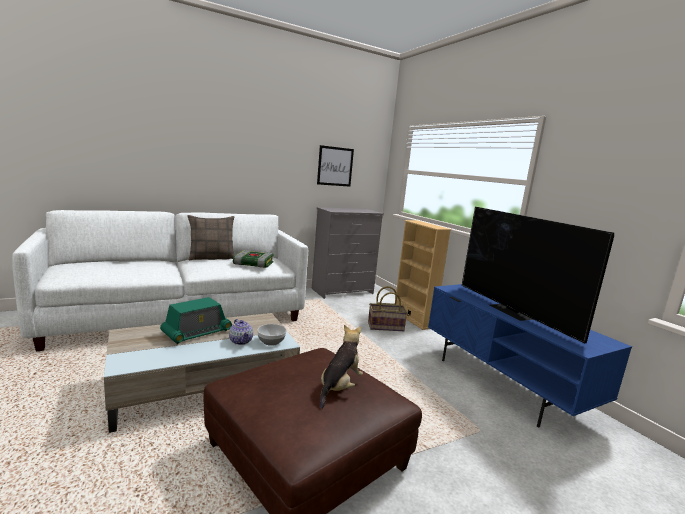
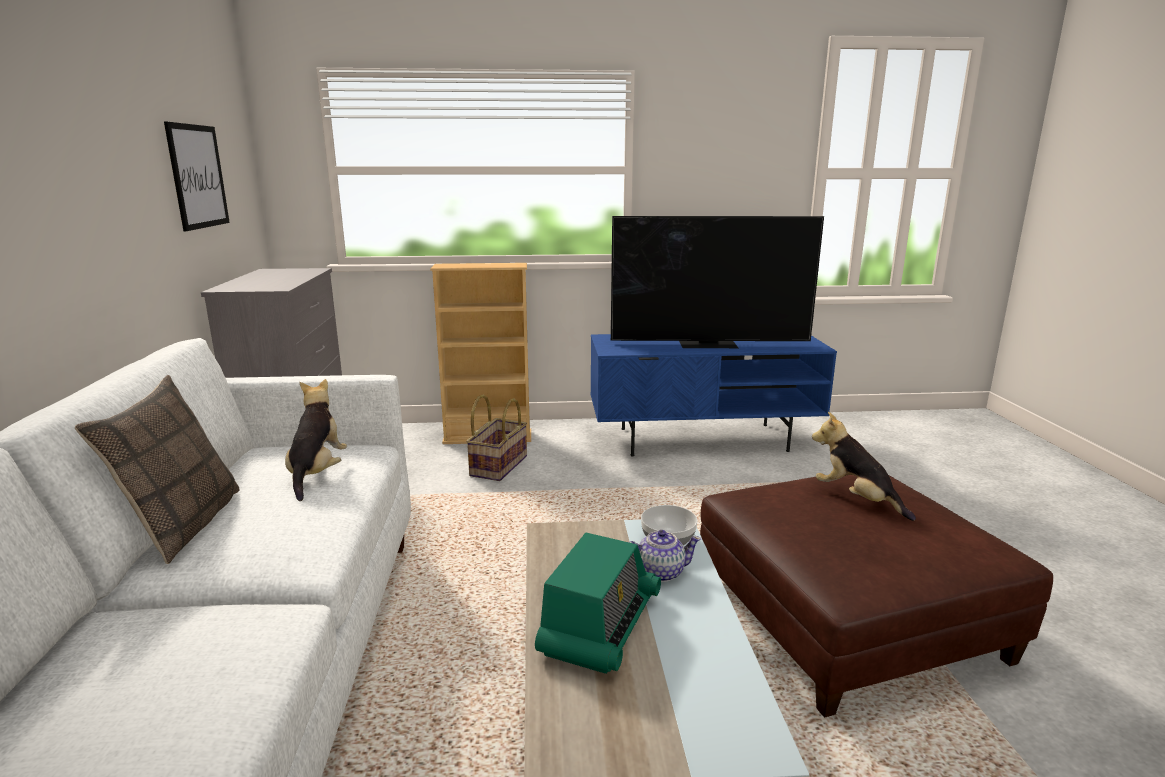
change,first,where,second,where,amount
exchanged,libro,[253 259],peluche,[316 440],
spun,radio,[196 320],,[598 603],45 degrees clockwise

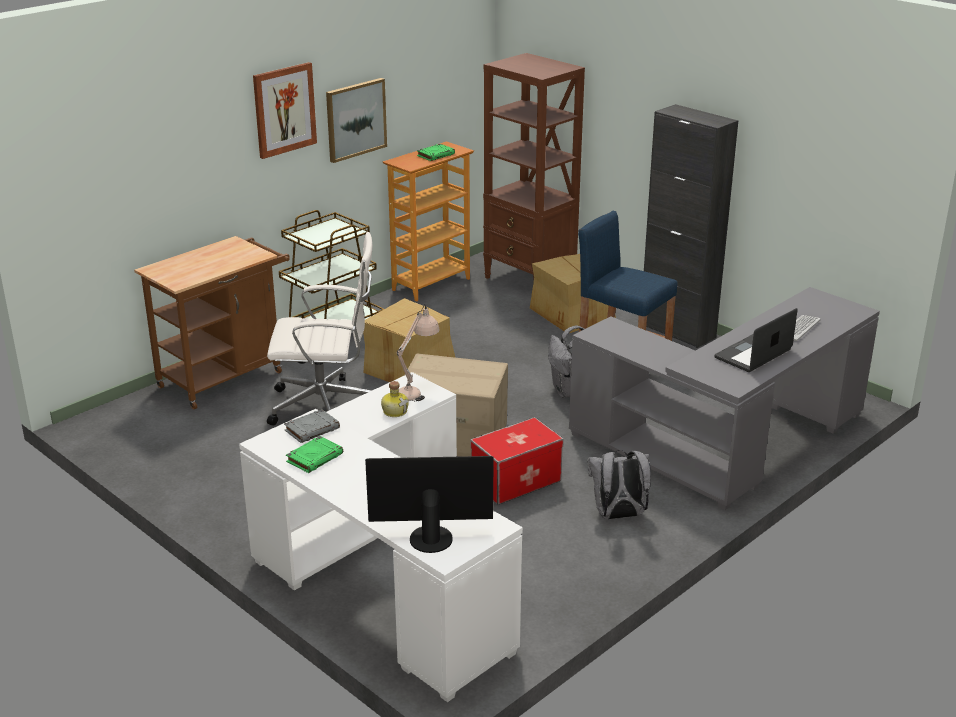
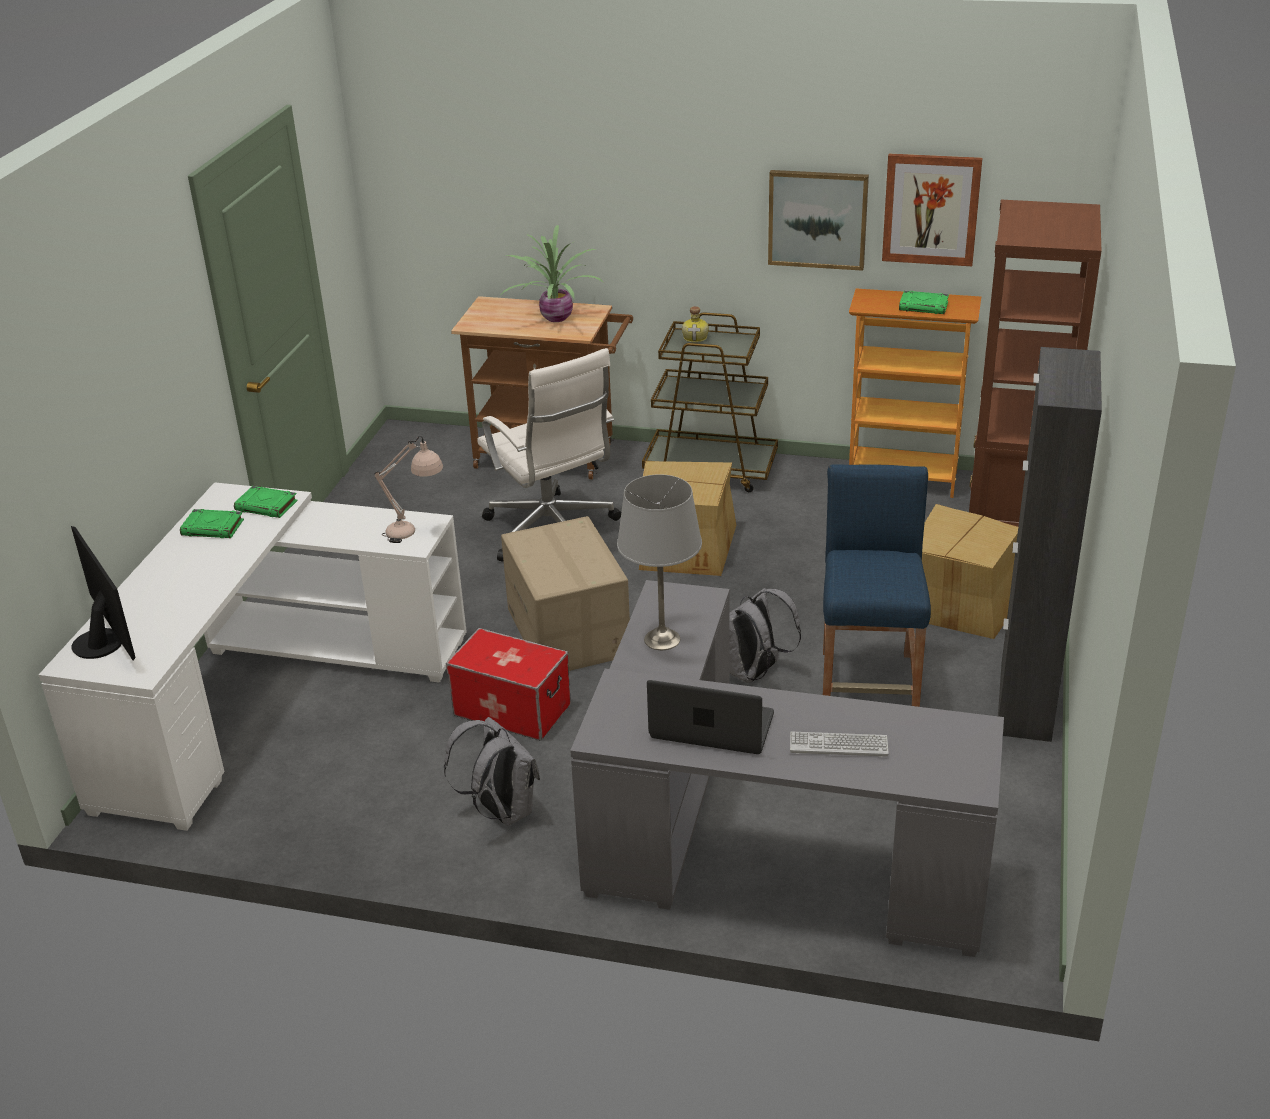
change,first,where,second,where,amount
colour,libro [gris],[312 426],libro [verde],[266 502],
appeared,,,planta en maceta,[552 273],
appeared,,,lámpara de mesa [gris],[659 562],
relocated,botella,[395 399],,[695 324],
relocated,cuadro,[285 110],,[932 210],

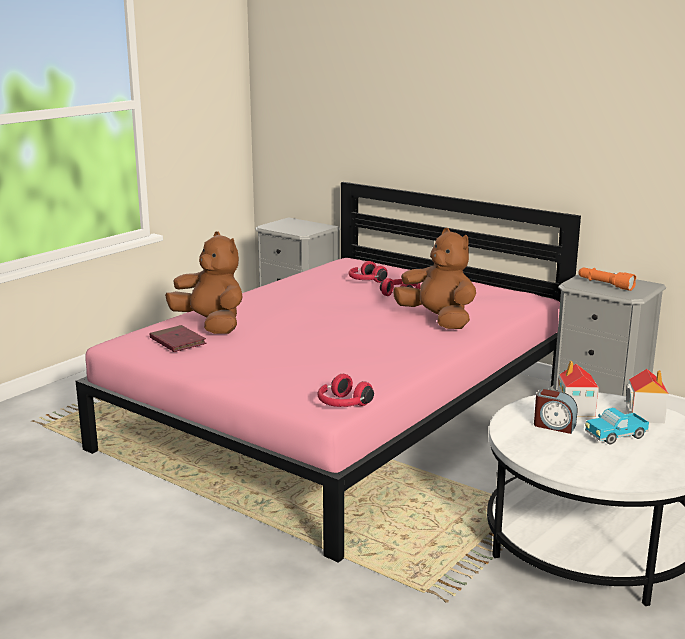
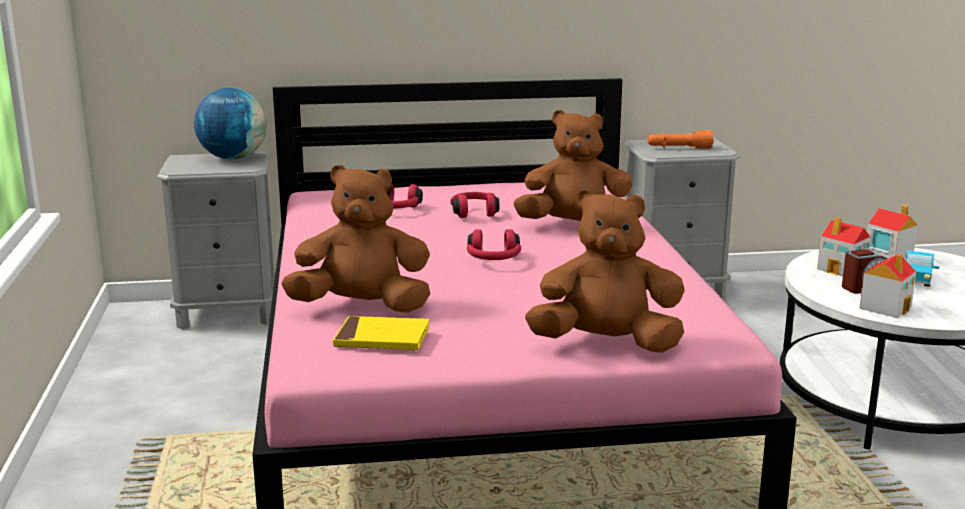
change,first,where,second,where,amount
appeared,,,globo terráqueo,[230 123],
colour,libro [rojo],[178 338],libro [amarillo],[381 333],
relocated,auriculares [rojo],[346 390],,[494 244],
appeared,,,peluche [marrón],[604 271],
appeared,,,casita,[887 286],

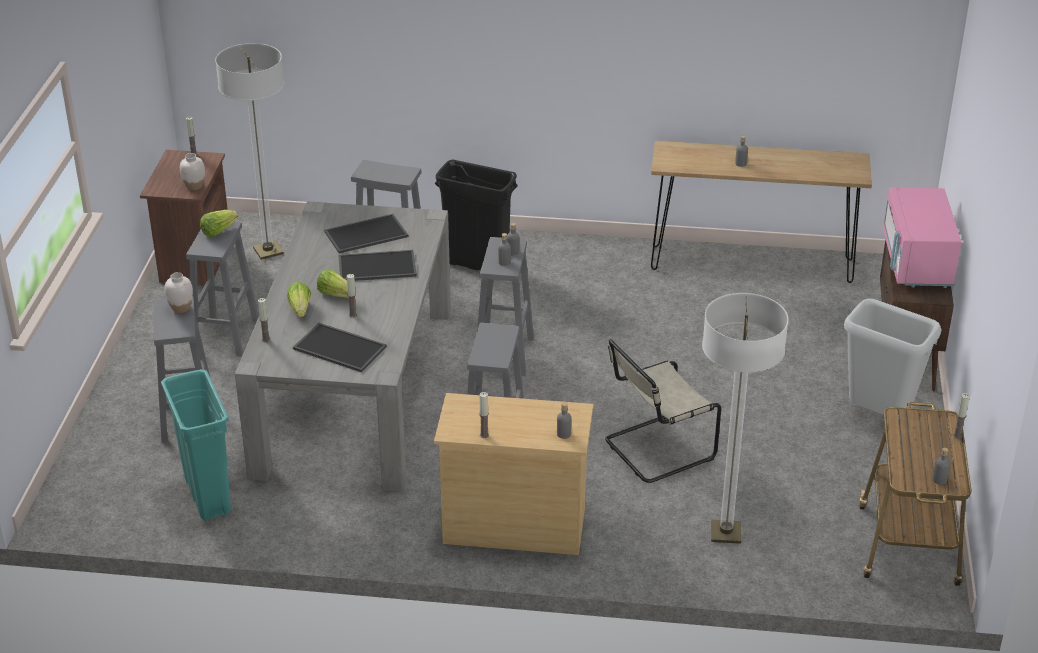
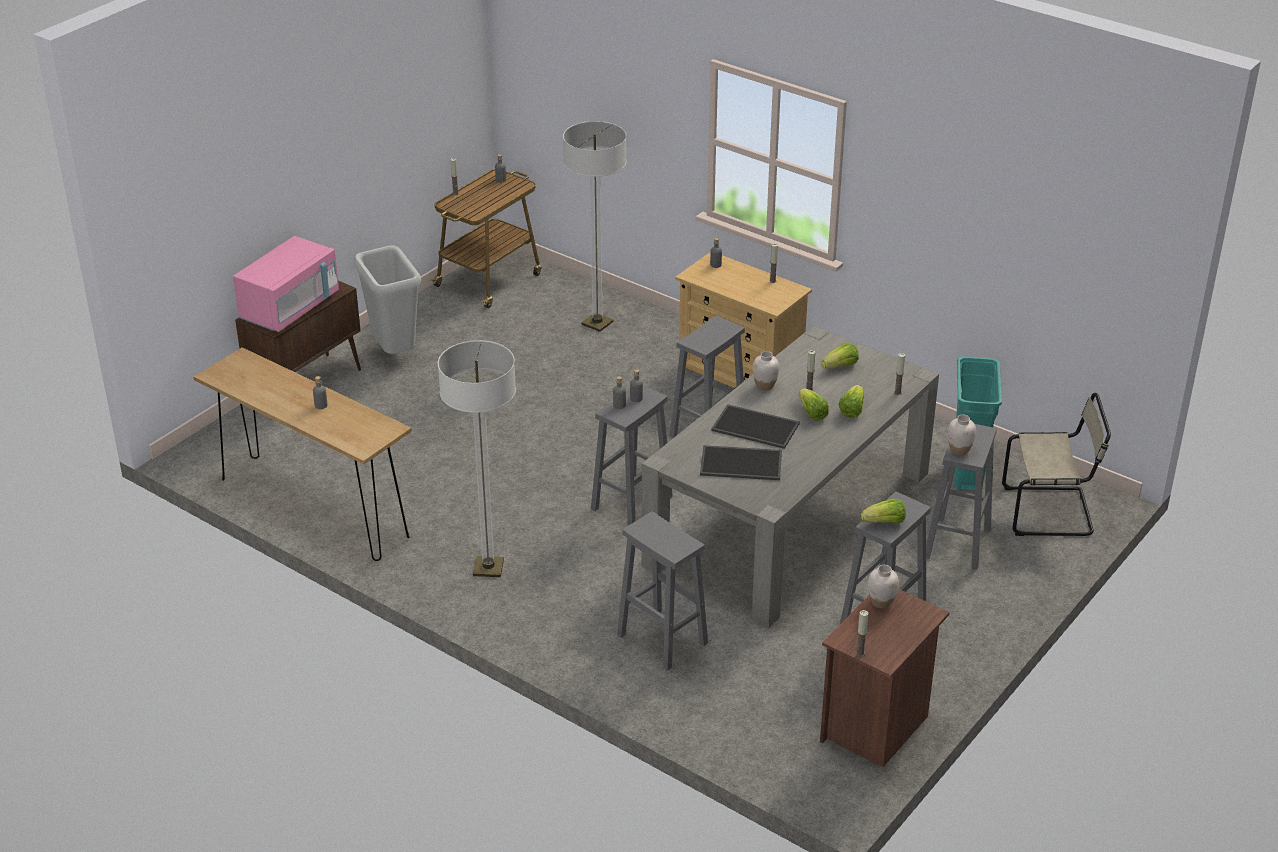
change,first,where,second,where,amount
relocated,lámpara de pie,[249 151],,[477 458],
appeared,,,florero [blanco],[766 370],
exchanged,bandeja,[340 347],lechuga,[840 356],
relocated,silla [beis],[663 411],,[1056 464],
missing,papelera [negro],[476 215],,,

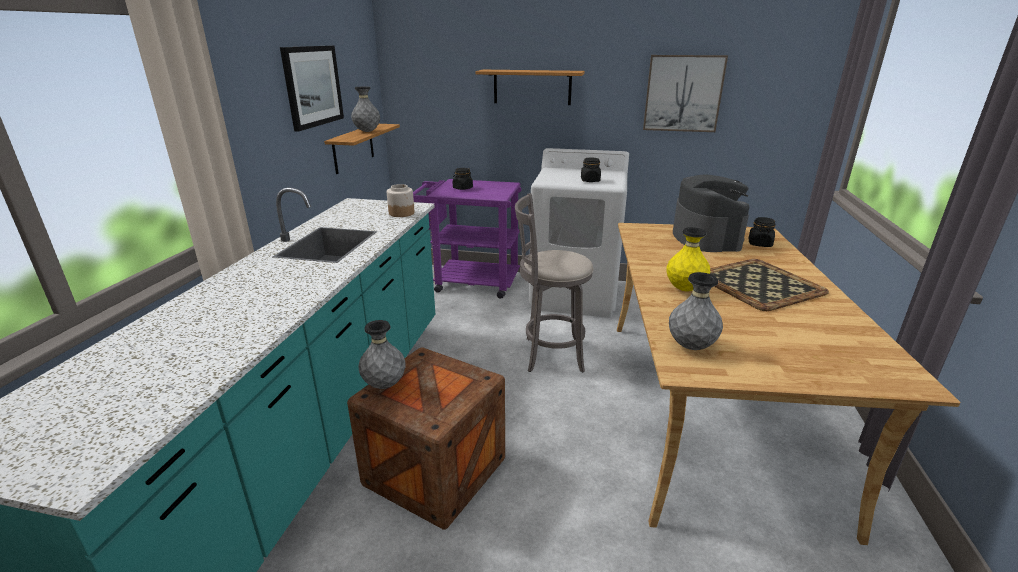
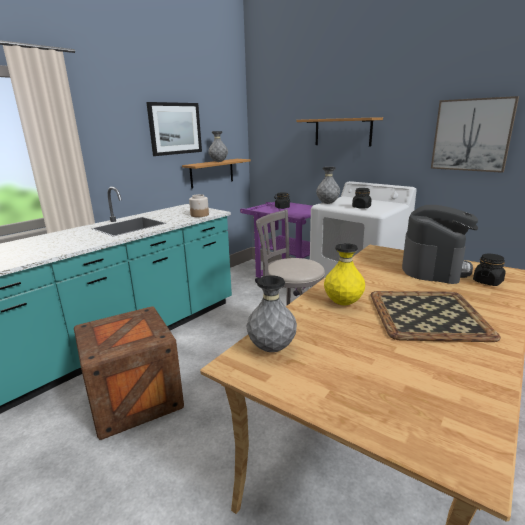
change,first,where,second,where,amount
relocated,florero [gris],[382 354],,[328 185],

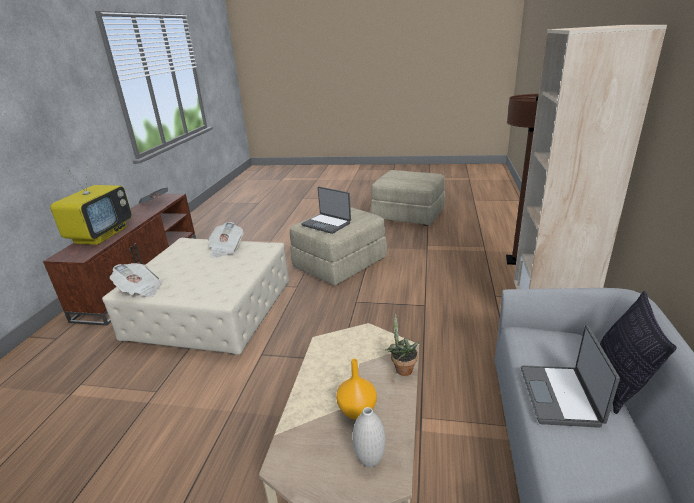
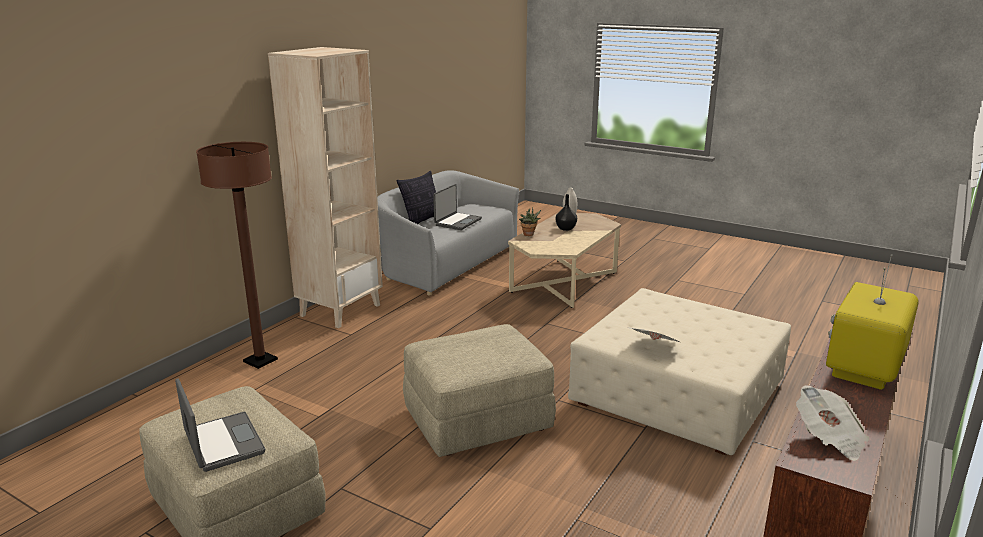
change,first,where,second,where,amount
relocated,portátil,[326 210],,[220 425],
colour,florero [naranja],[356 389],florero [negro],[566 212],
missing,periódico,[136 280],,,

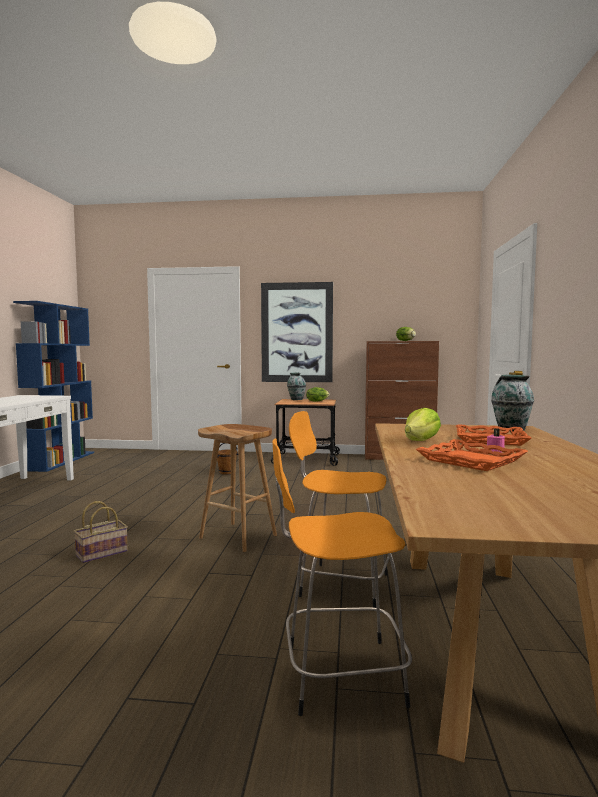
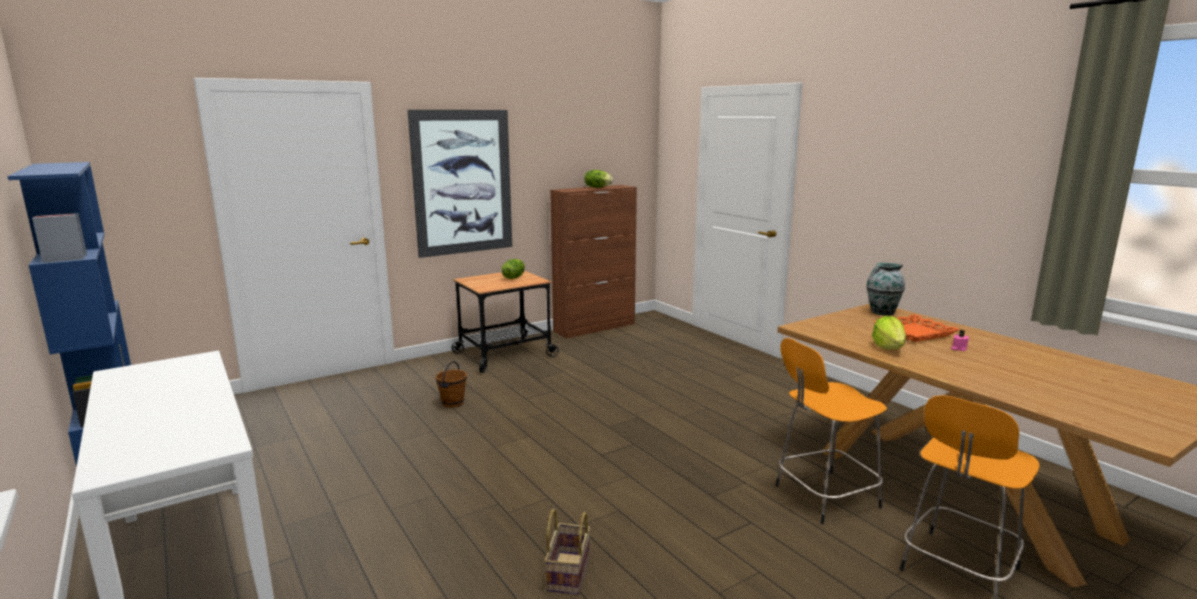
change,first,where,second,where,amount
missing,taburete [marrón],[237 488],,,
missing,florero,[296 386],,,
missing,bandeja [naranja],[472 455],,,

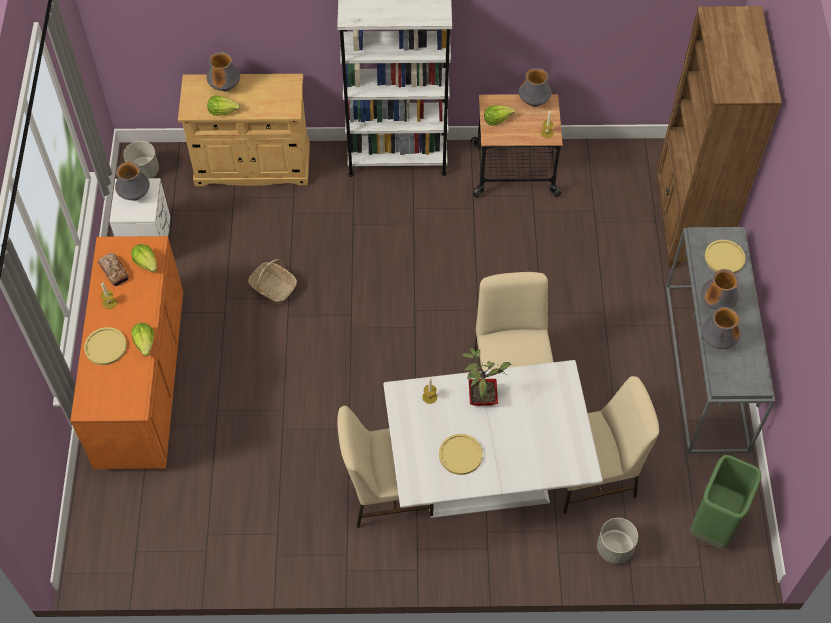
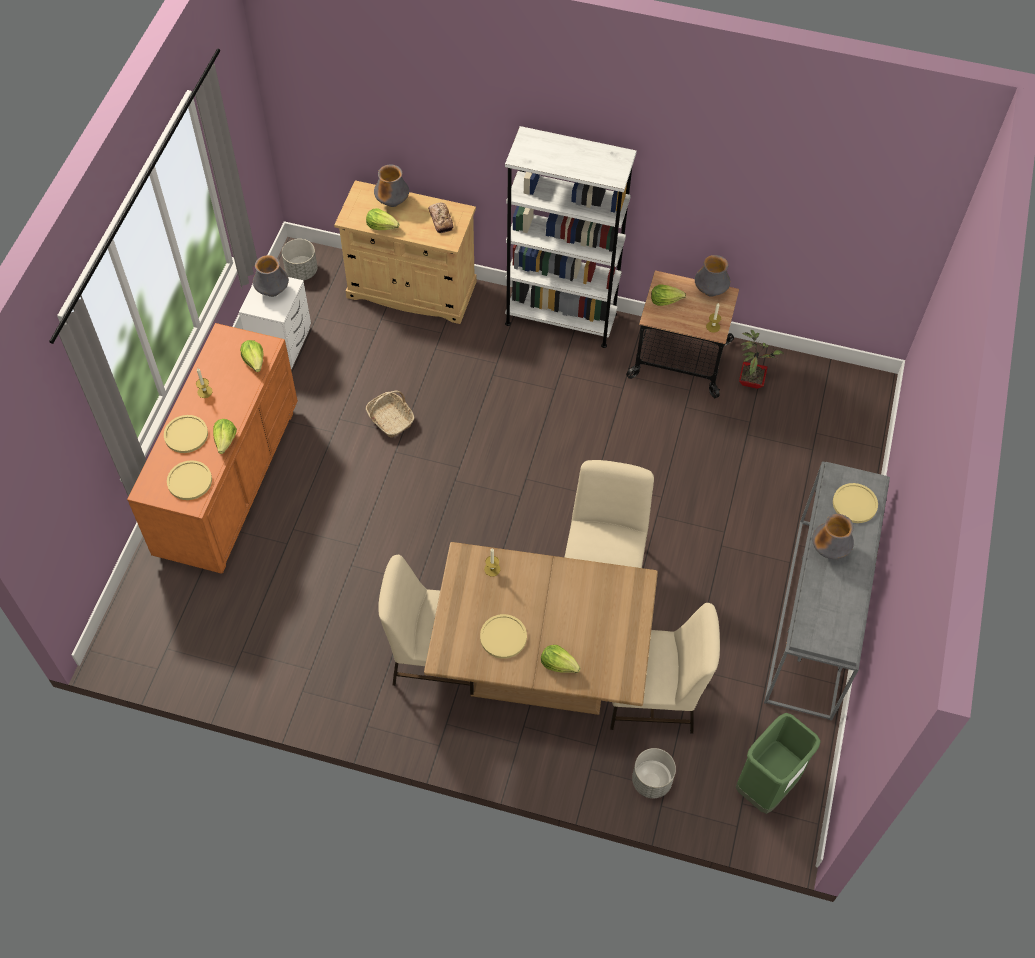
change,first,where,second,where,amount
appeared,,,plato [amarillo],[189 480],
colour,mesa de comedor [blanco],[493 439],mesa de comedor [marrón],[541 628],
relocated,pan,[113 269],,[441 218],
appeared,,,lechuga,[560 659],
relocated,planta en maceta,[486 377],,[761 359],
missing,estantería [marrón],[719 137],,,
missing,florero,[721 328],,,

